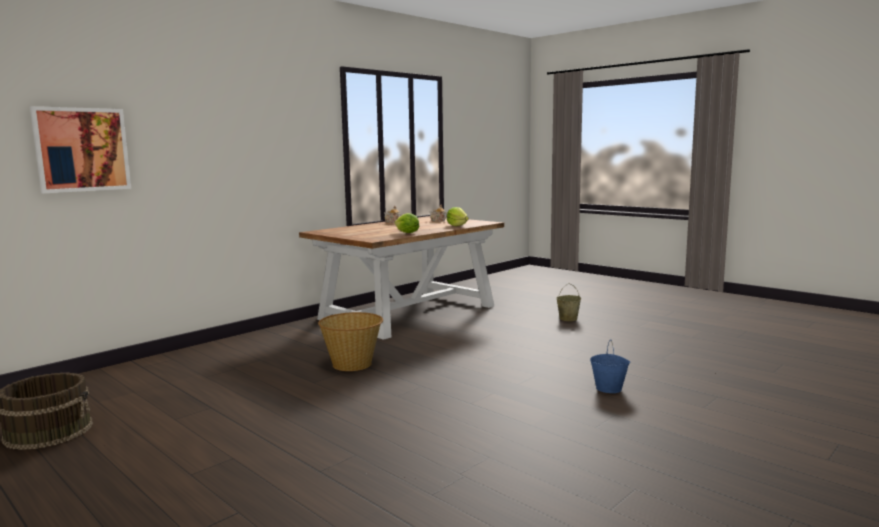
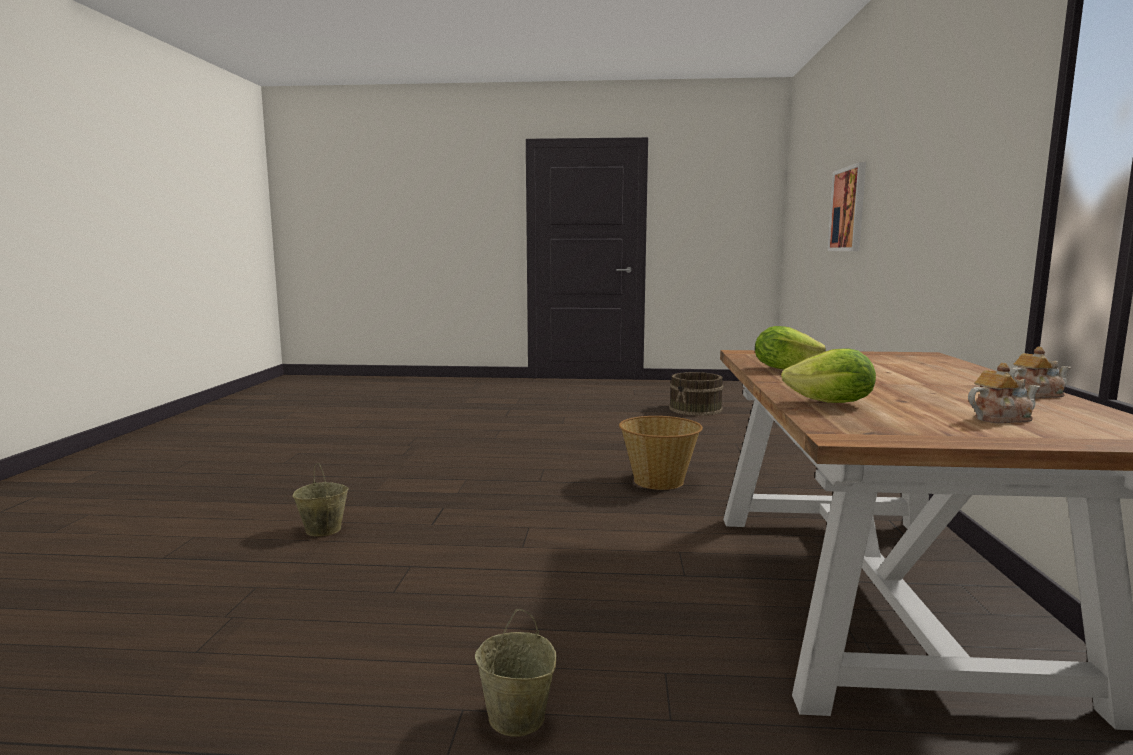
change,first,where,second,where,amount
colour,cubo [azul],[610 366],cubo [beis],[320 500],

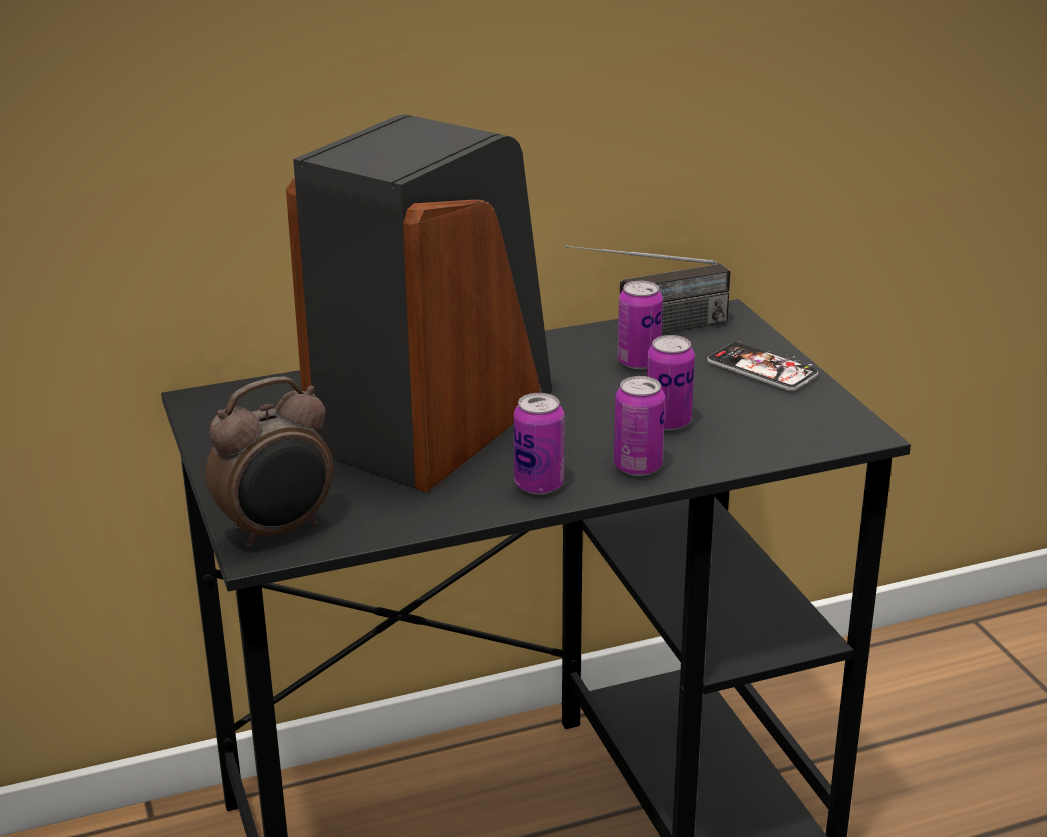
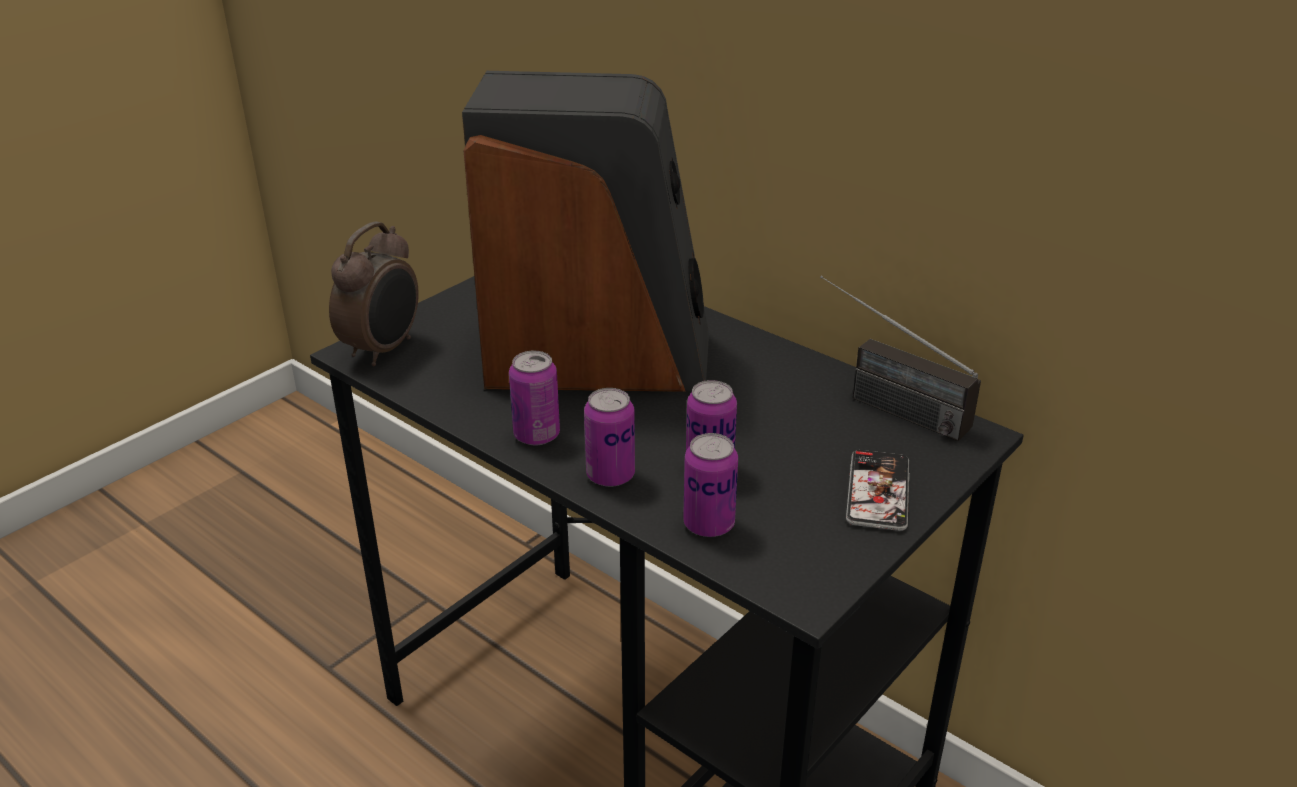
change,first,where,second,where,amount
spun,despertador,[269 463],,[374 293],90 degrees counterclockwise
relocated,lata,[640 325],,[710 485],

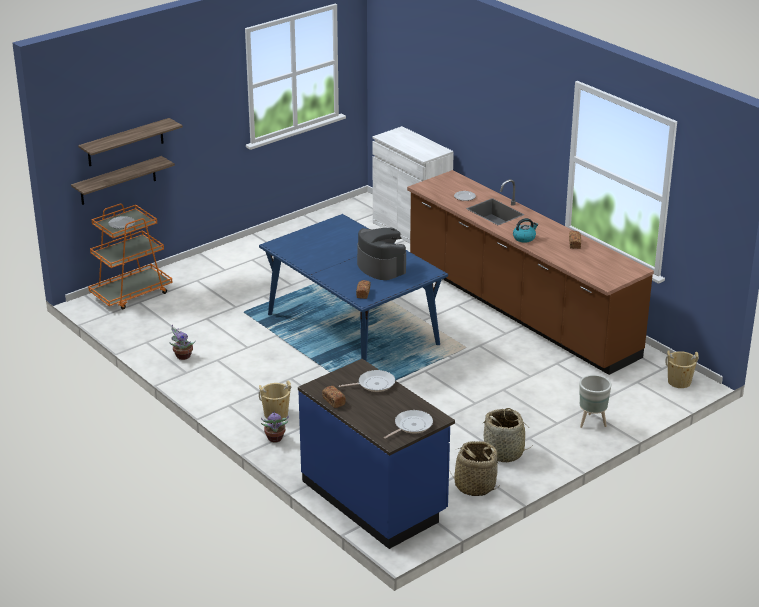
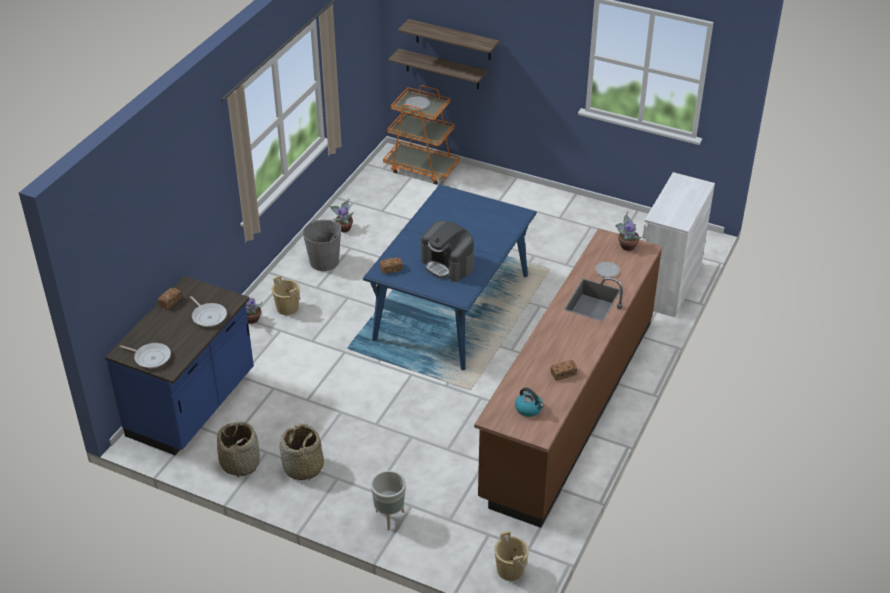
change,first,where,second,where,amount
appeared,,,cubo [gris],[322 245],
spun,cafetera,[381 254],,[447 251],105 degrees clockwise
relocated,hervidor,[525 230],,[529 402],
appeared,,,planta en maceta,[629 231],

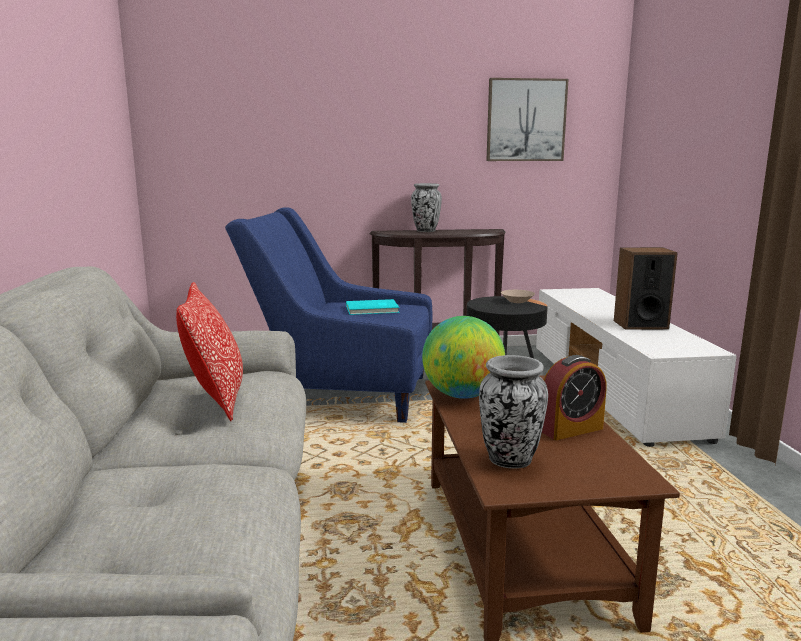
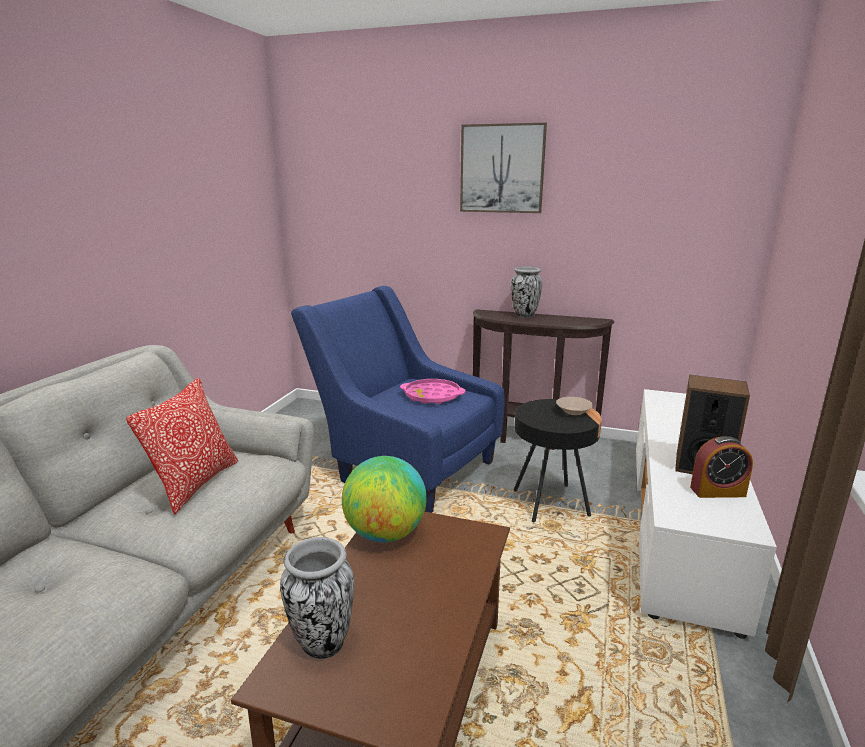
change,first,where,second,where,amount
exchanged,libro [turquesa],[373 307],bandeja [rosa],[432 391],
relocated,cuadro,[527 119],,[503 168],
relocated,despertador,[574 397],,[721 467],

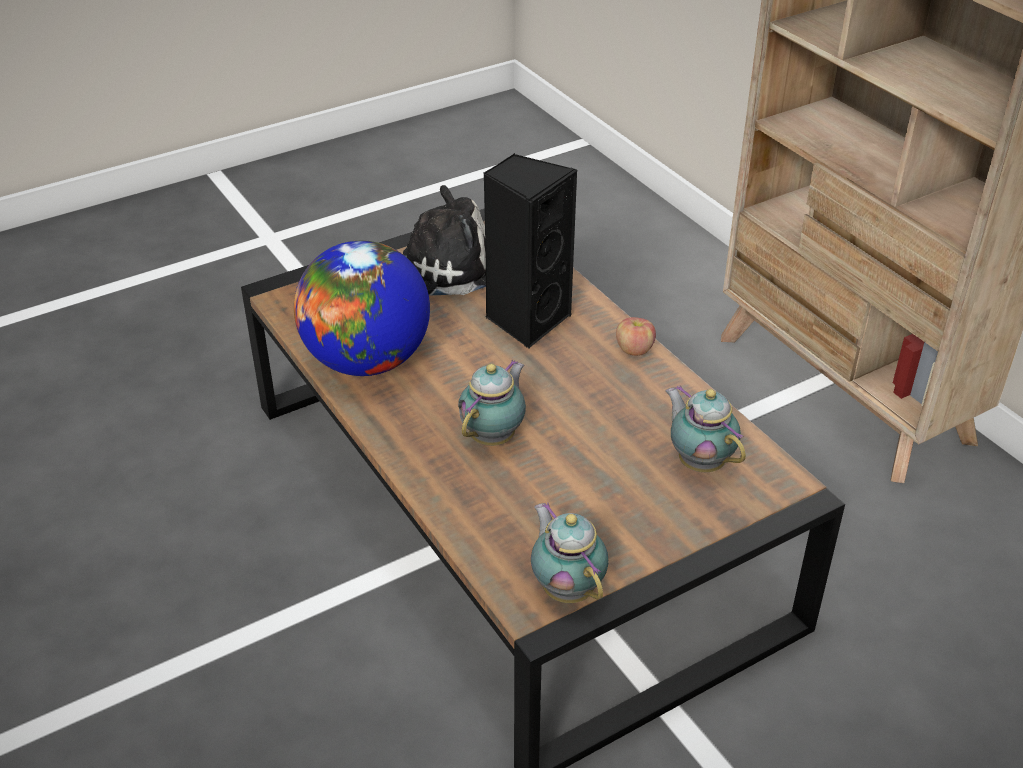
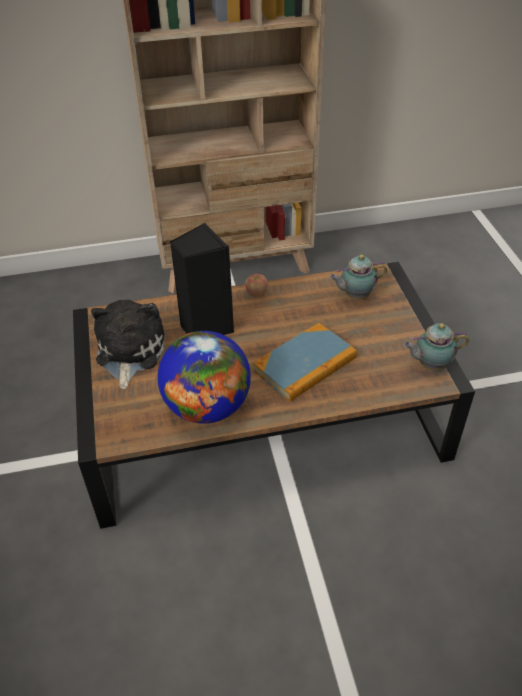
change,first,where,second,where,amount
exchanged,tetera,[492 403],libro,[305 362],

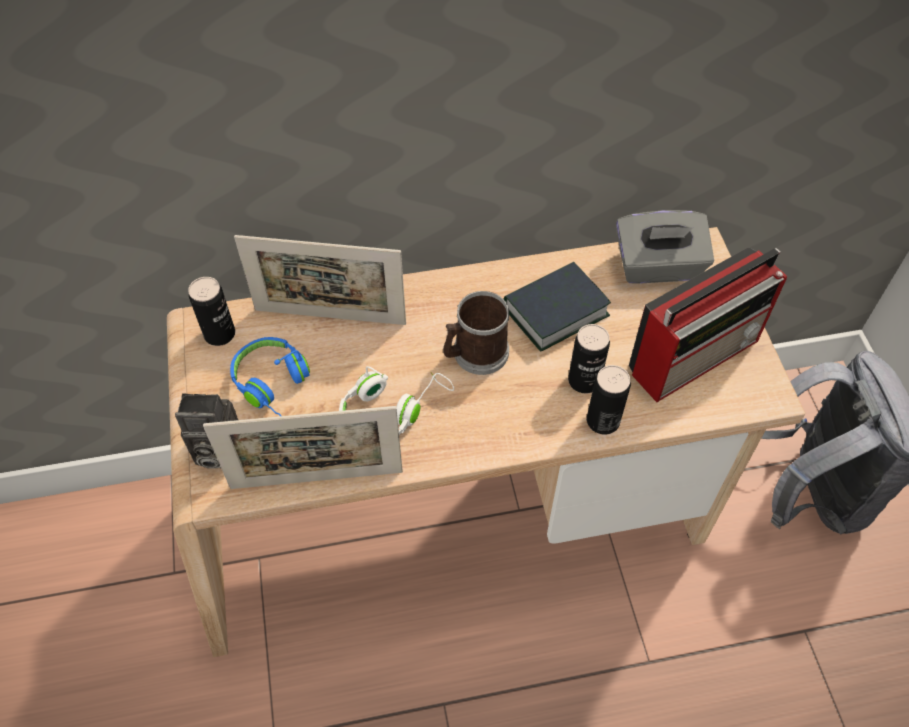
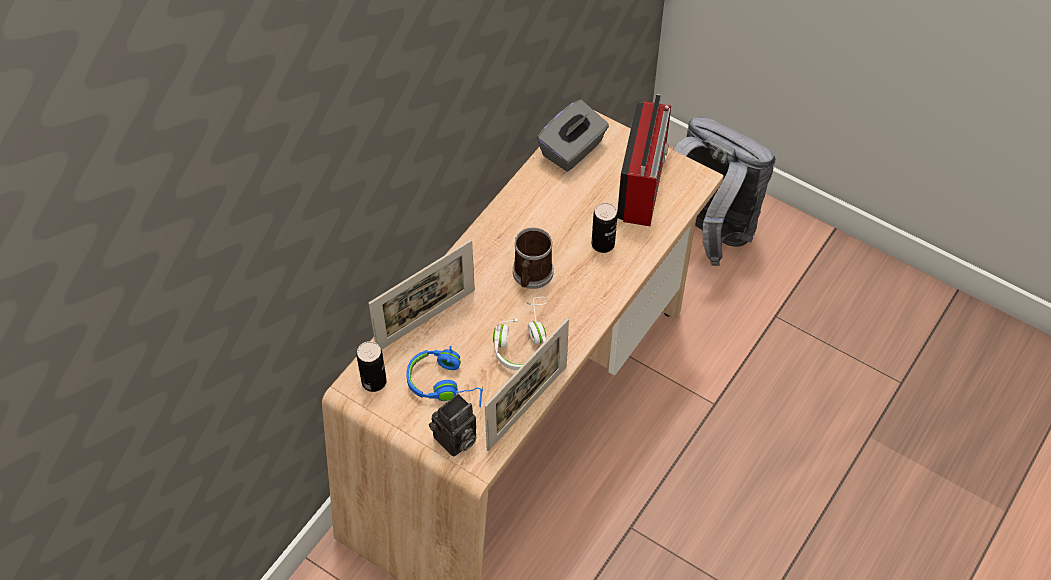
change,first,where,second,where,amount
missing,libro,[557 306],,,
missing,lata,[609 400],,,

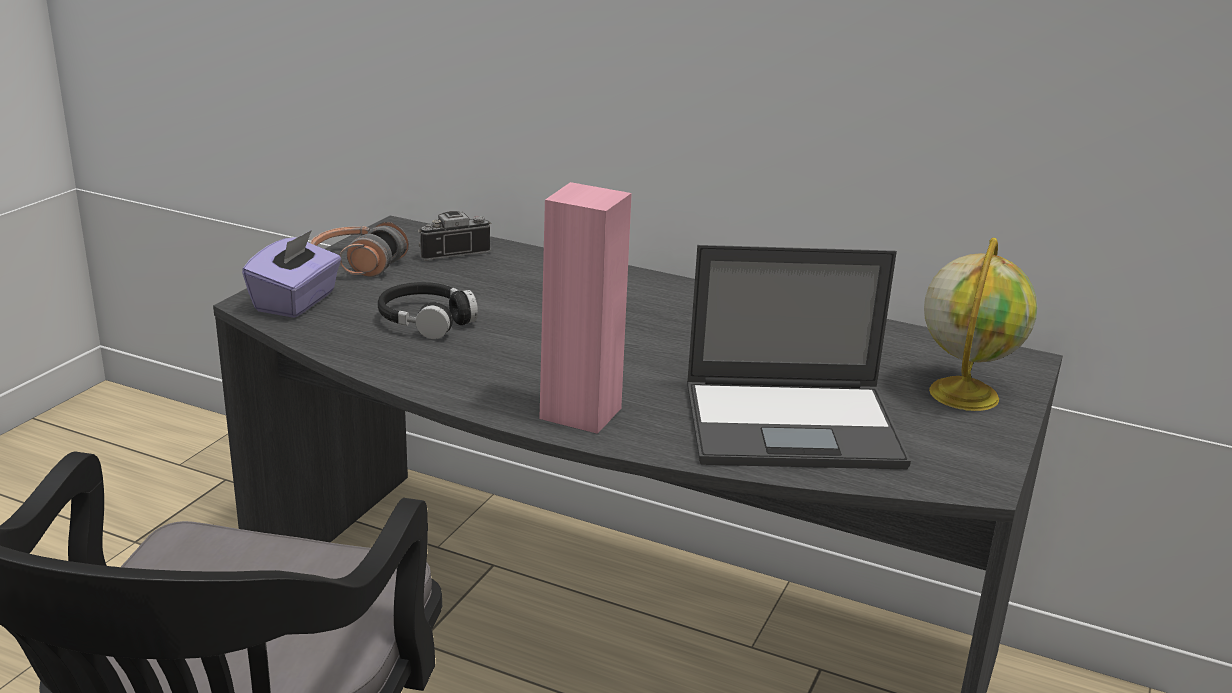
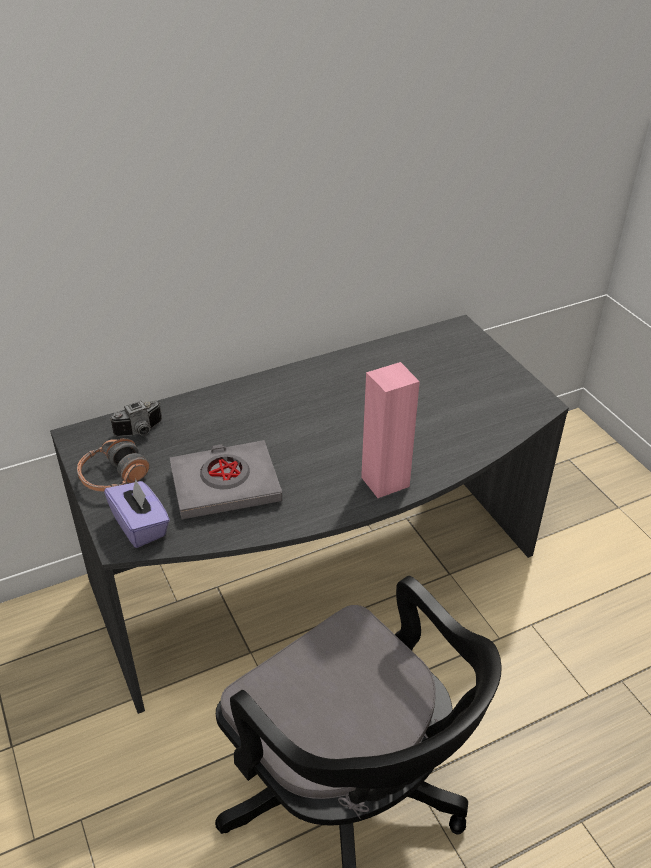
change,first,where,second,where,amount
spun,cámara,[454 236],,[136 419],135 degrees counterclockwise
exchanged,auriculares [negro],[428 310],libro [gris],[226 479],
missing,portátil,[799 357],,,
missing,globo terráqueo,[980 324],,,

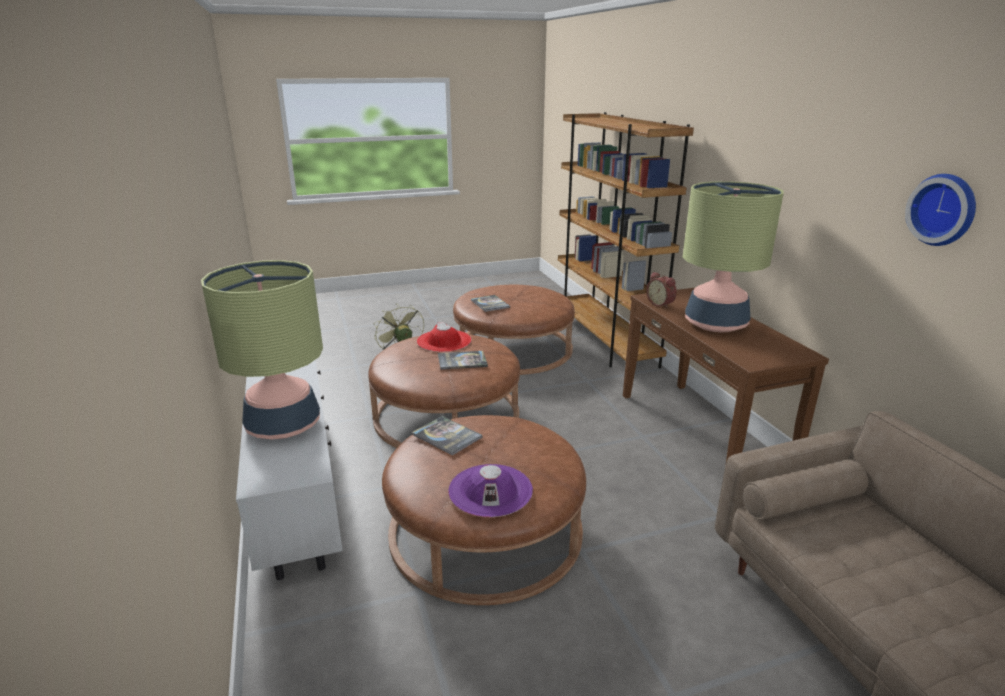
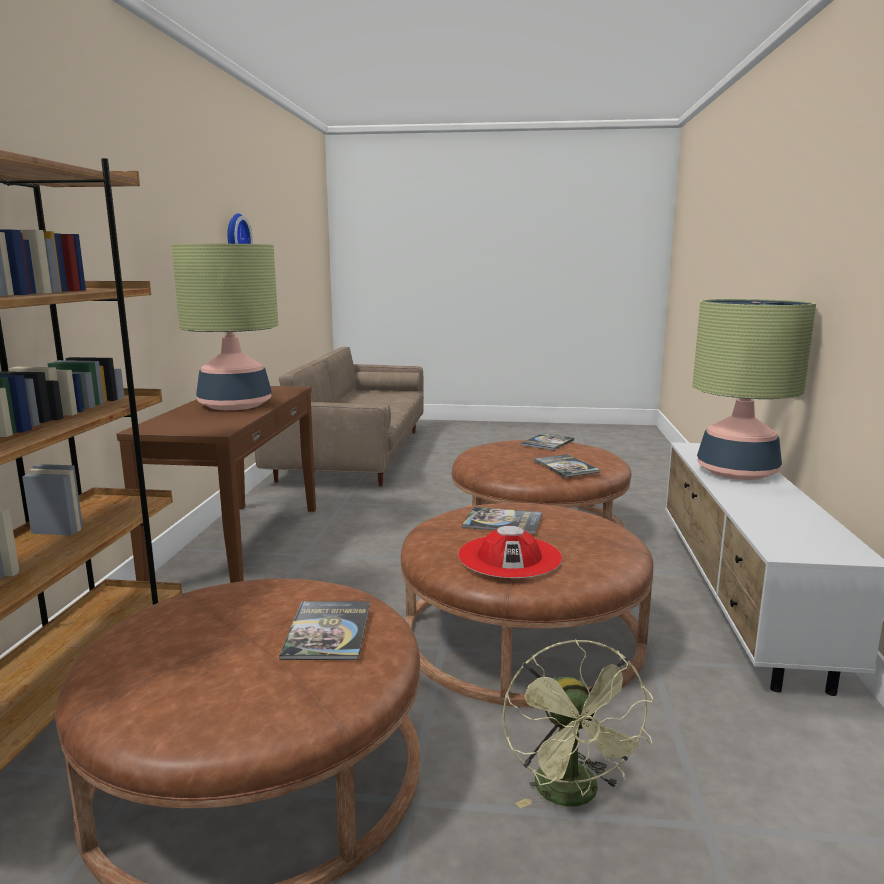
change,first,where,second,where,amount
exchanged,sombrero [morado],[490 490],libro,[547 441],
missing,despertador,[661 290],,,

